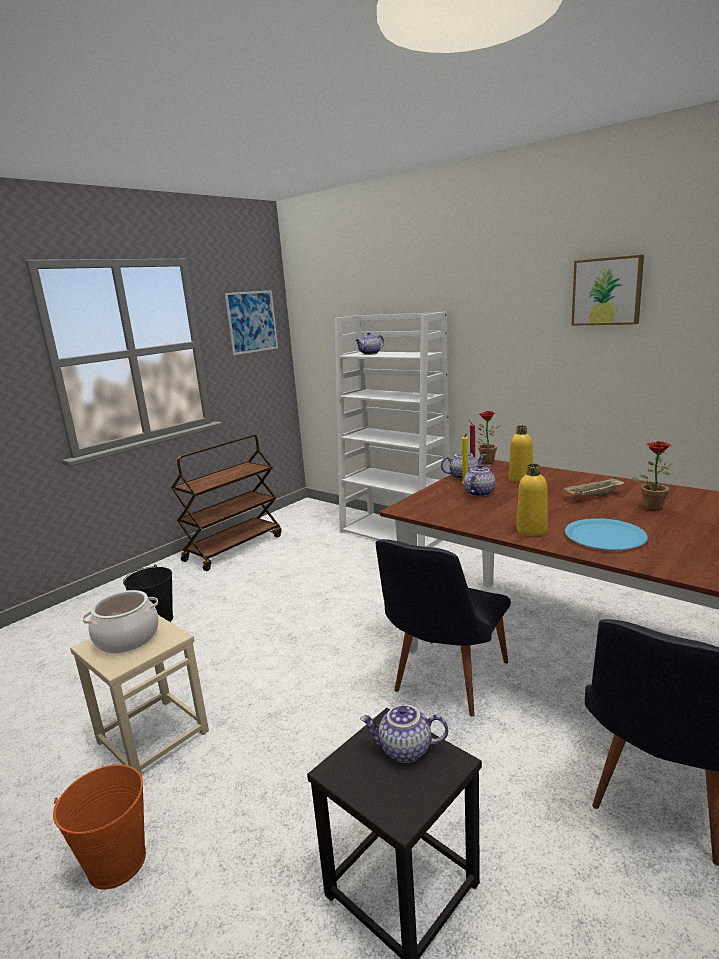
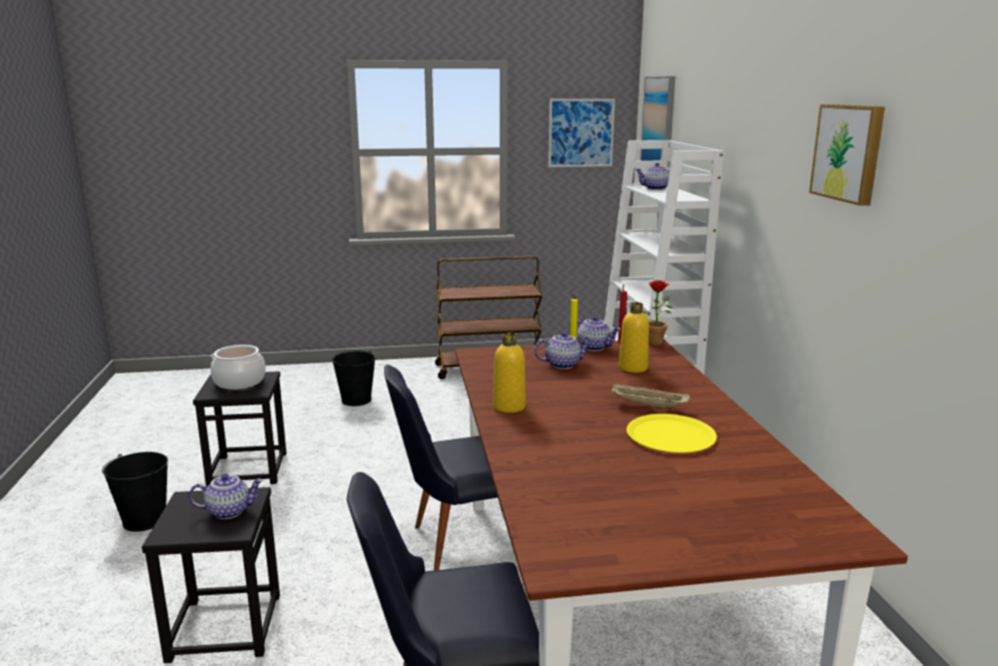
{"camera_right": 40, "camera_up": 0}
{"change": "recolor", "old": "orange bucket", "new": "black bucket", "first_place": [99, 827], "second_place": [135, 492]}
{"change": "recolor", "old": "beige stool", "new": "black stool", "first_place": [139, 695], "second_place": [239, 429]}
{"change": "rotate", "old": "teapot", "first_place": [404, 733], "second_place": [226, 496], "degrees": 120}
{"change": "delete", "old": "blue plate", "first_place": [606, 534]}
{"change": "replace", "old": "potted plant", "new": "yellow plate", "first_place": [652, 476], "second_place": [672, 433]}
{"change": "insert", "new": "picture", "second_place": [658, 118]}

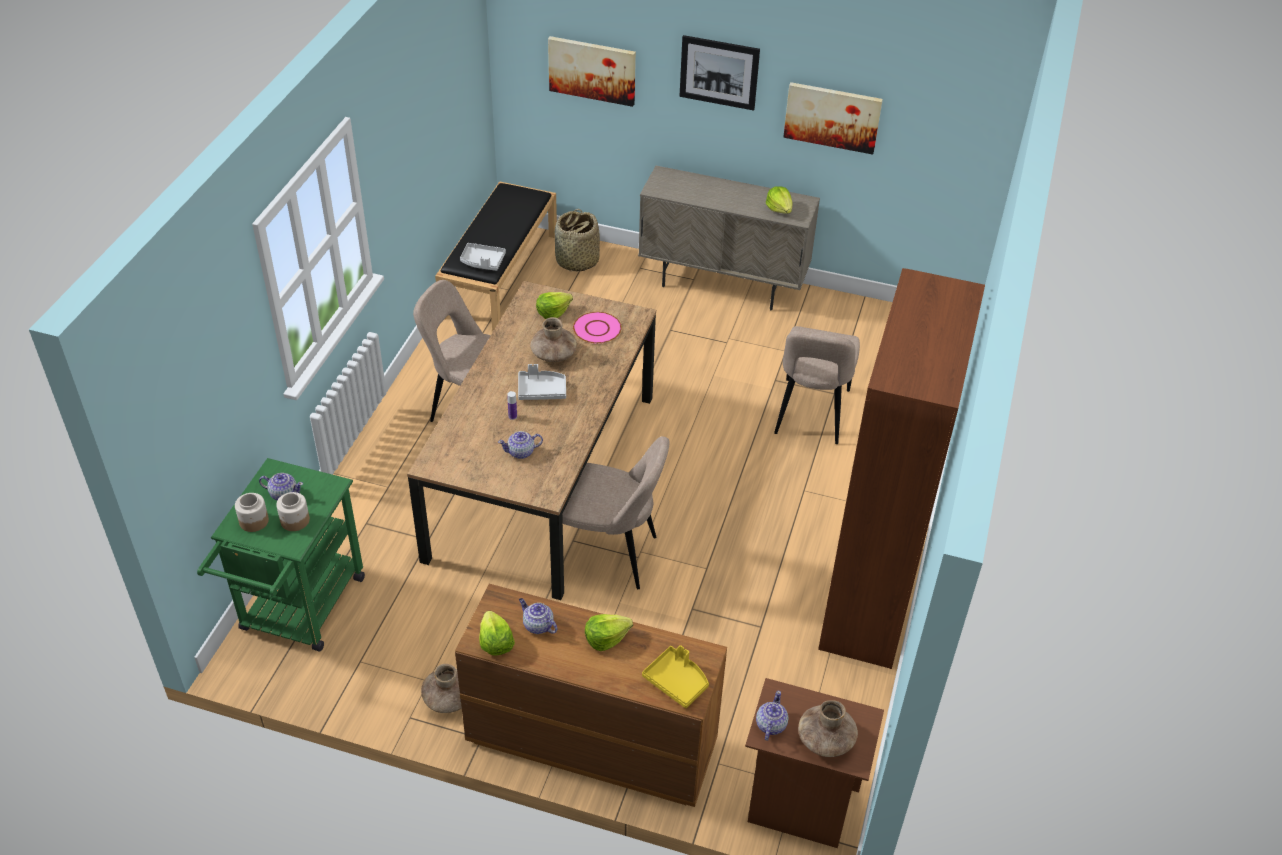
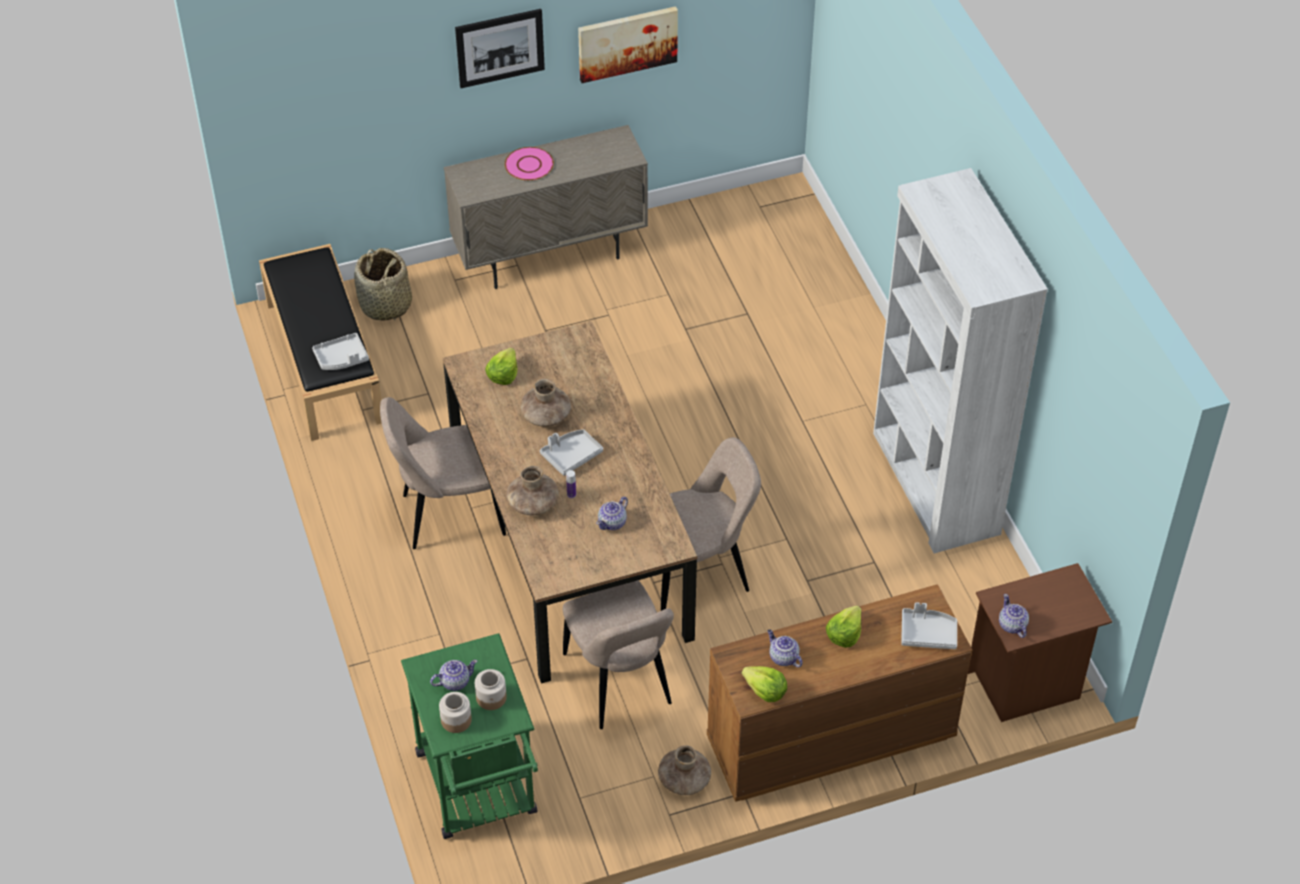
{"camera_right": -35, "camera_up": 5}
{"change": "rotate", "old": "teapot", "first_place": [538, 616], "second_place": [785, 648], "degrees": 45}
{"change": "delete", "old": "picture", "first_place": [592, 71]}
{"change": "move", "old": "pink plate", "first_place": [597, 328], "second_place": [529, 164]}
{"change": "recolor", "old": "yellow tray", "new": "grey tray", "first_place": [675, 676], "second_place": [929, 625]}
{"change": "delete", "old": "lettuce", "first_place": [779, 200]}
{"change": "move", "old": "beige chair", "first_place": [817, 385], "second_place": [618, 654]}
{"change": "move", "old": "brown vase", "first_place": [828, 728], "second_place": [533, 490]}
{"change": "recolor", "old": "brown bookcase", "new": "white bookcase", "first_place": [901, 468], "second_place": [960, 360]}

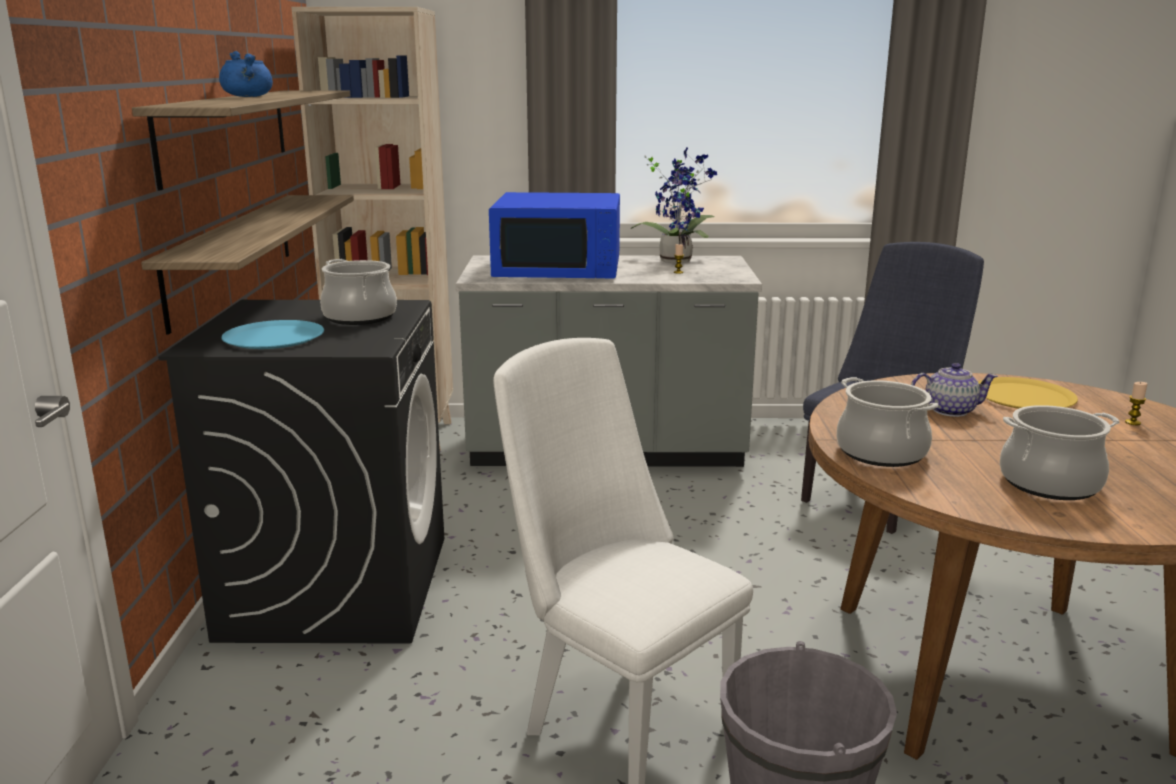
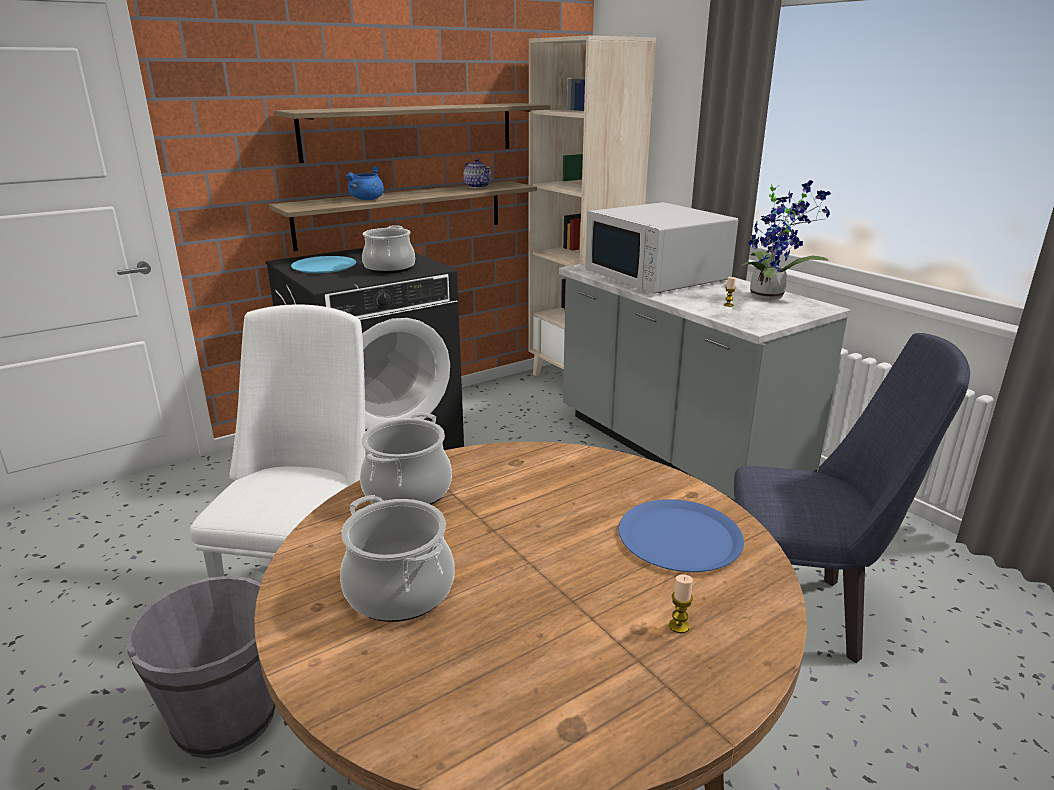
{"camera_right": 55, "camera_up": 5}
{"change": "move", "old": "blue cooking pot", "first_place": [246, 74], "second_place": [364, 183]}
{"change": "recolor", "old": "blue microwave", "new": "white microwave", "first_place": [554, 235], "second_place": [661, 248]}
{"change": "move", "old": "teapot", "first_place": [954, 390], "second_place": [477, 173]}
{"change": "recolor", "old": "yellow plate", "new": "blue plate", "first_place": [1028, 393], "second_place": [681, 535]}

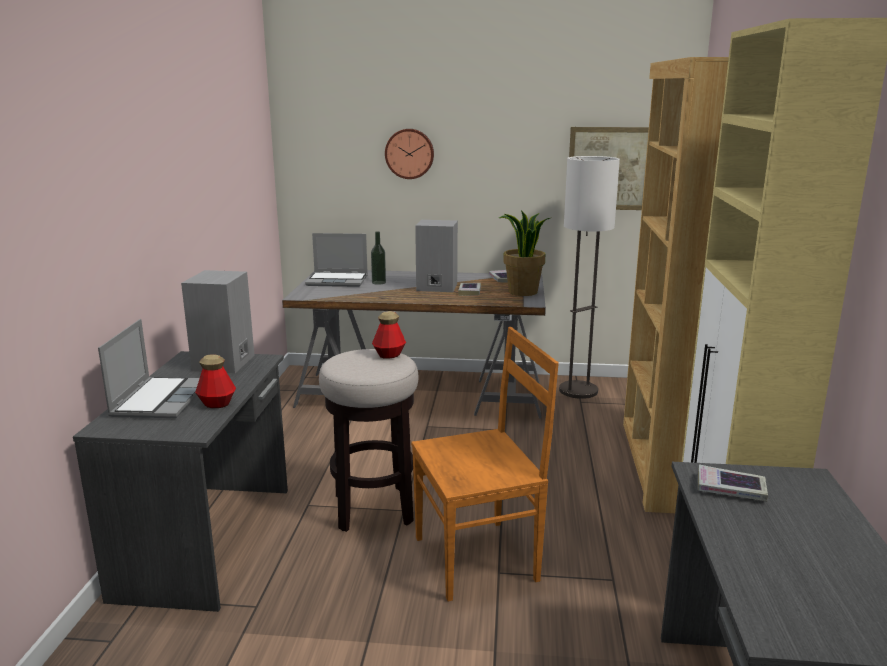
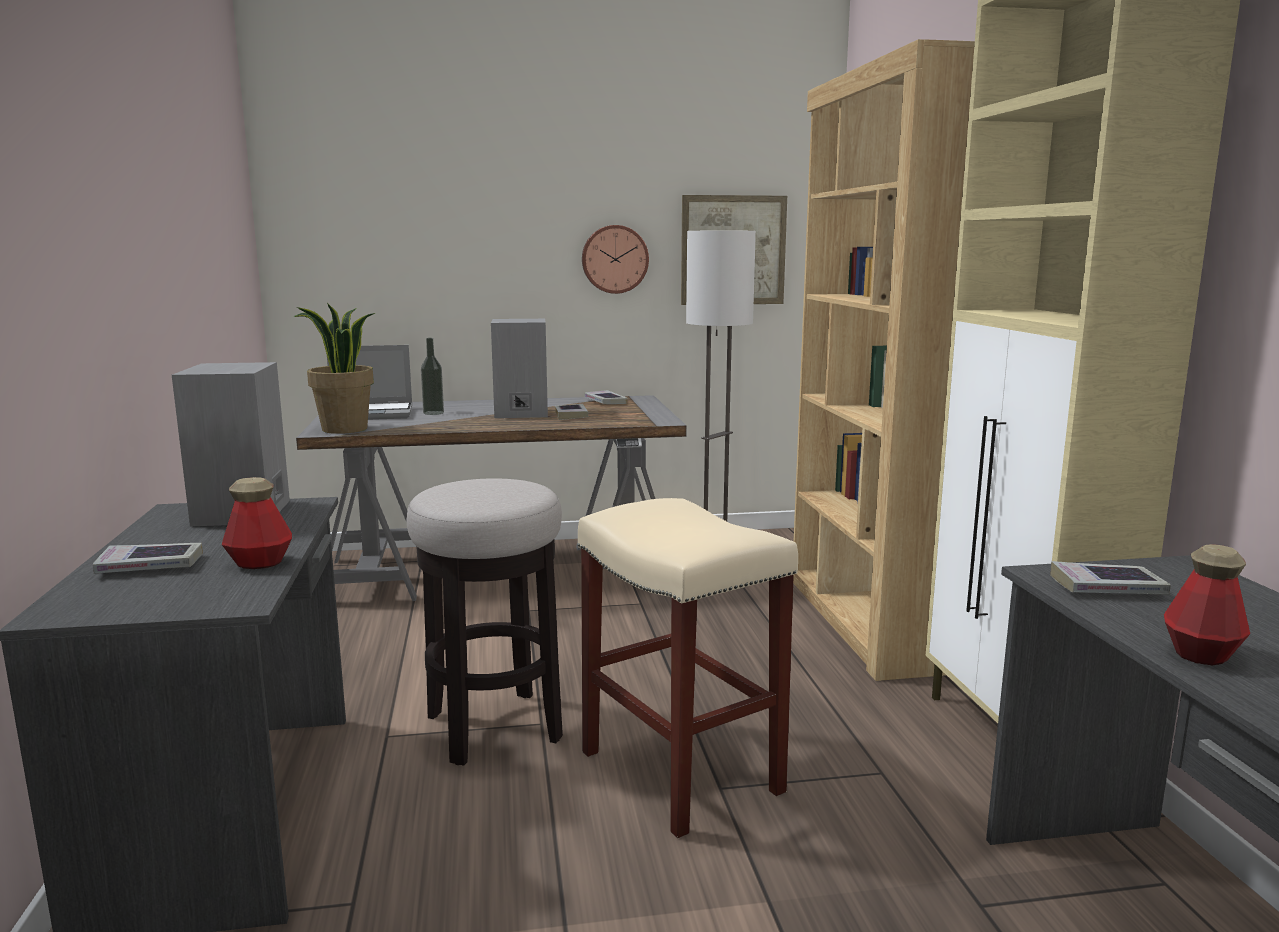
{"camera_right": -15, "camera_up": -5}
{"change": "replace", "old": "laptop", "new": "book", "first_place": [149, 368], "second_place": [148, 558]}
{"change": "move", "old": "bottle", "first_place": [389, 335], "second_place": [1207, 605]}
{"change": "move", "old": "wall clock", "first_place": [409, 154], "second_place": [615, 259]}
{"change": "replace", "old": "brown chair", "new": "beige stool", "first_place": [485, 464], "second_place": [687, 668]}
{"change": "move", "old": "potted plant", "first_place": [524, 253], "second_place": [334, 368]}

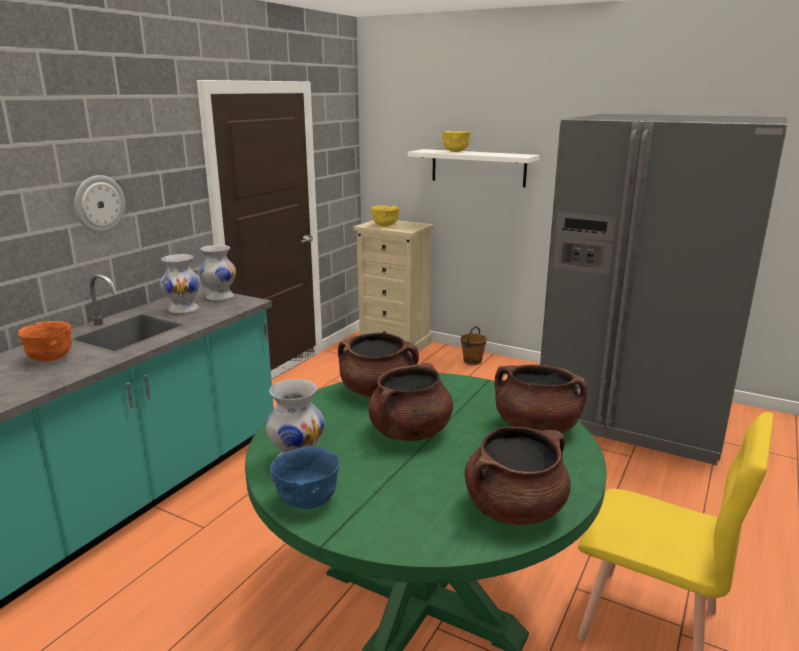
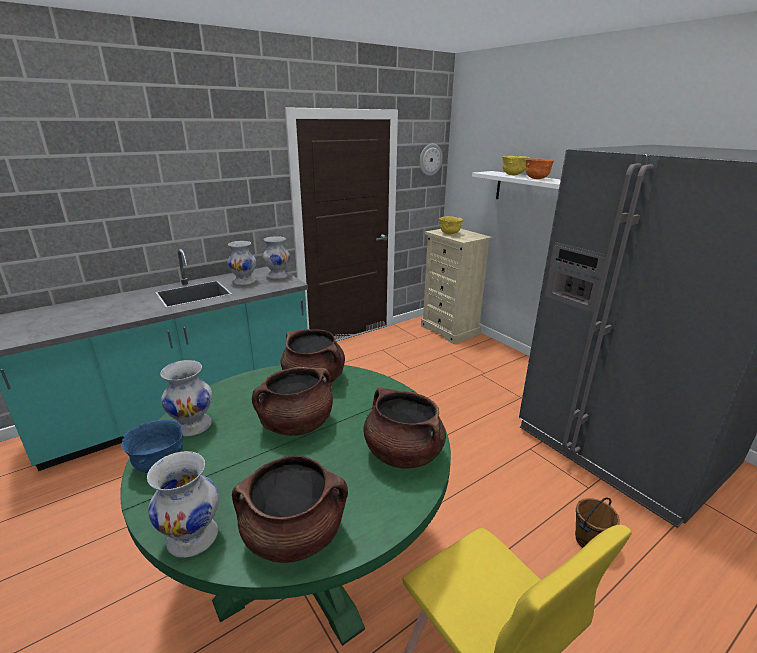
{"camera_right": 25, "camera_up": 5}
{"change": "move", "old": "orange bowl", "first_place": [45, 341], "second_place": [539, 168]}
{"change": "move", "old": "wall clock", "first_place": [99, 204], "second_place": [431, 160]}
{"change": "move", "old": "brown bucket", "first_place": [474, 345], "second_place": [597, 522]}
{"change": "insert", "new": "white vase", "second_place": [183, 504]}

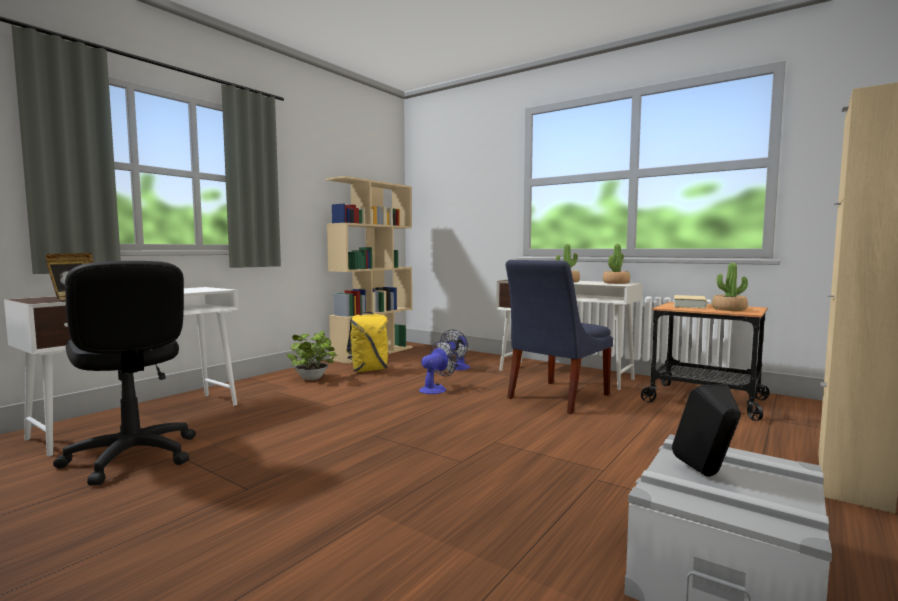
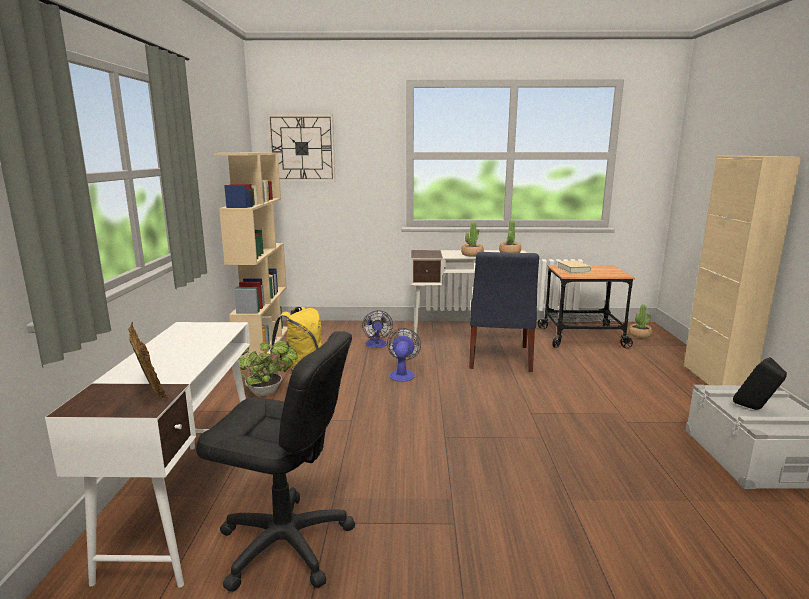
{"camera_right": -35, "camera_up": 10}
{"change": "move", "old": "potted plant", "first_place": [730, 287], "second_place": [640, 321]}
{"change": "insert", "new": "wall clock", "second_place": [301, 148]}

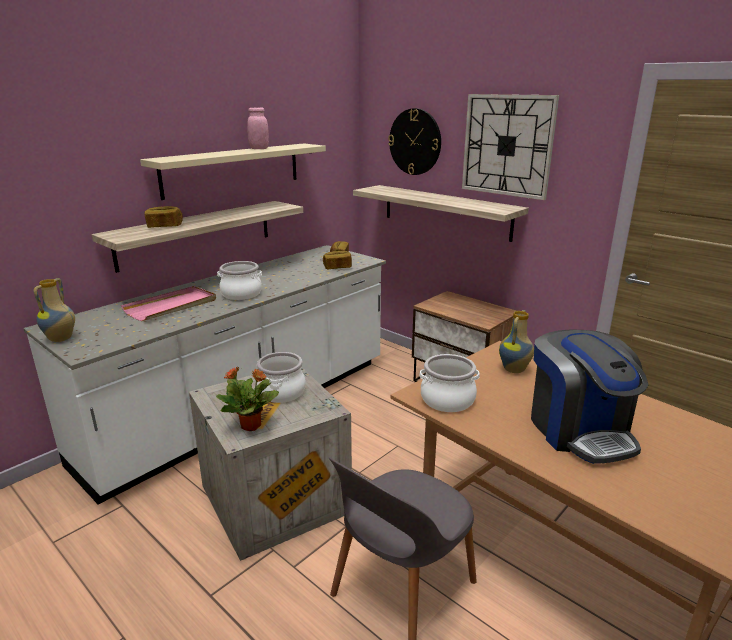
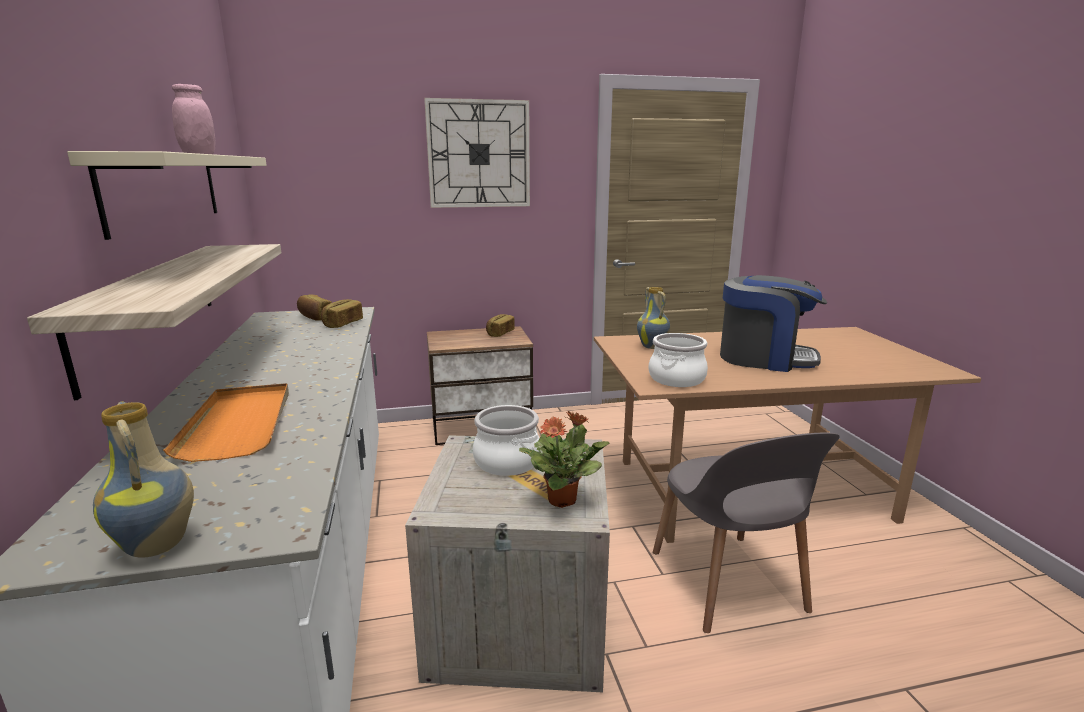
{"camera_right": -55, "camera_up": -5}
{"change": "recolor", "old": "pink tray", "new": "orange tray", "first_place": [168, 303], "second_place": [226, 422]}
{"change": "move", "old": "bread", "first_place": [164, 217], "second_place": [500, 325]}
{"change": "delete", "old": "cooking pot", "first_place": [239, 280]}
{"change": "delete", "old": "shelf", "first_place": [441, 213]}
{"change": "delete", "old": "wall clock", "first_place": [414, 141]}

